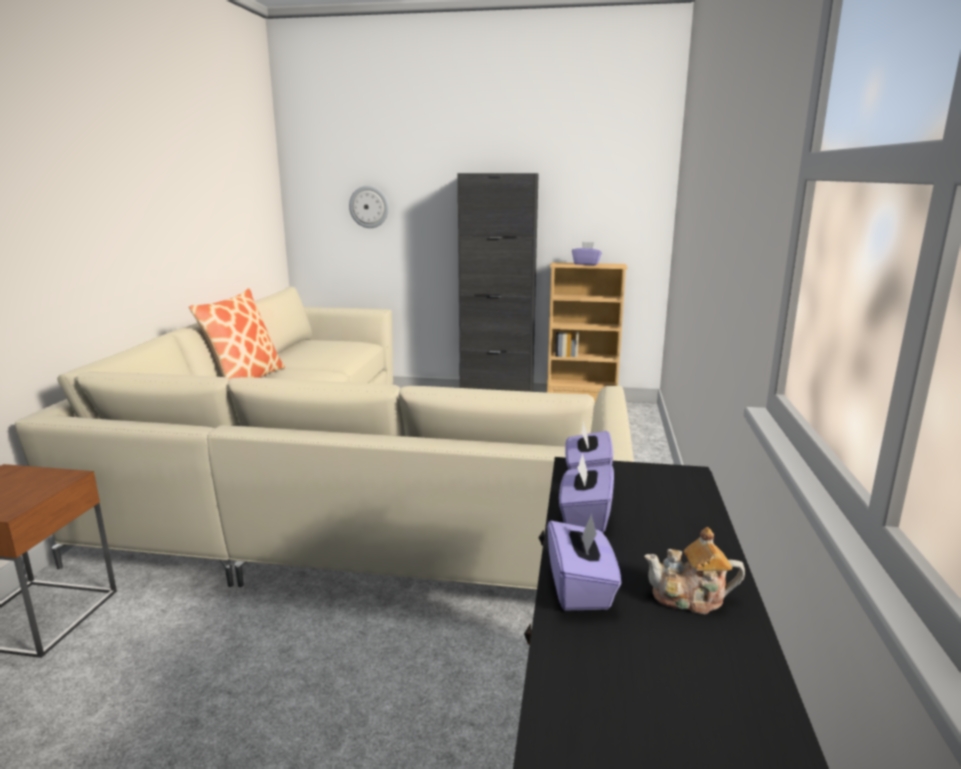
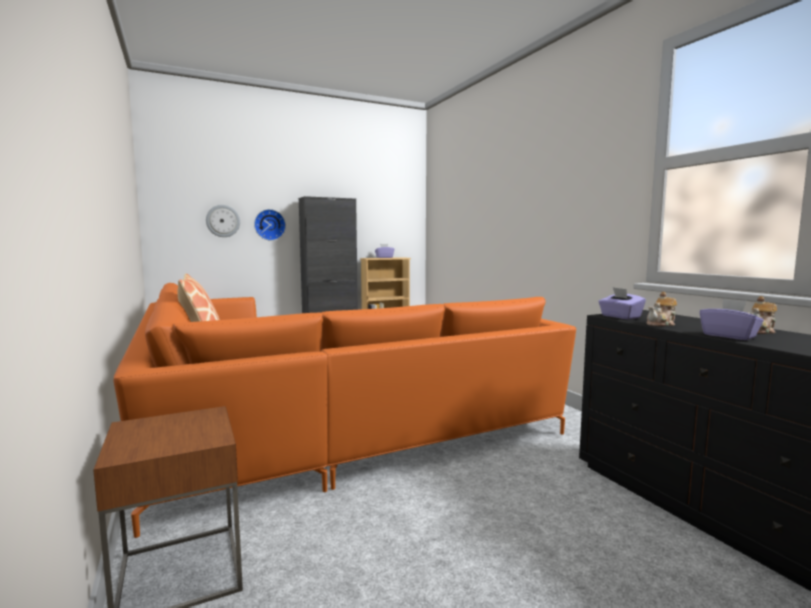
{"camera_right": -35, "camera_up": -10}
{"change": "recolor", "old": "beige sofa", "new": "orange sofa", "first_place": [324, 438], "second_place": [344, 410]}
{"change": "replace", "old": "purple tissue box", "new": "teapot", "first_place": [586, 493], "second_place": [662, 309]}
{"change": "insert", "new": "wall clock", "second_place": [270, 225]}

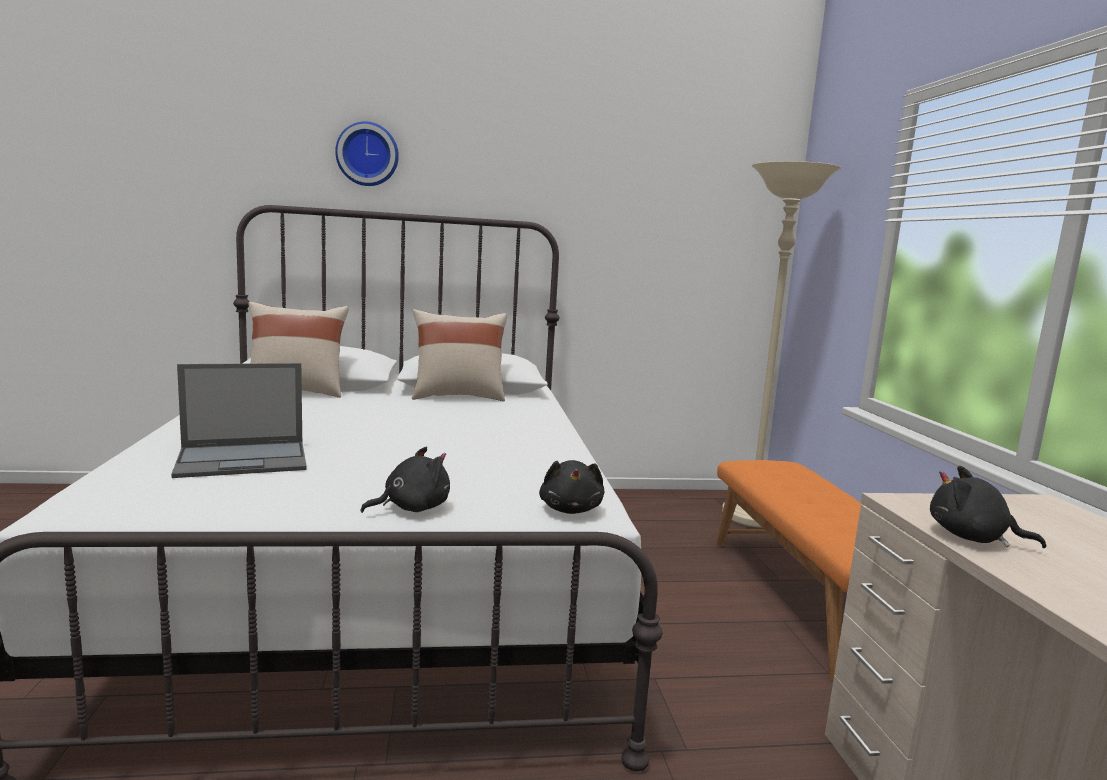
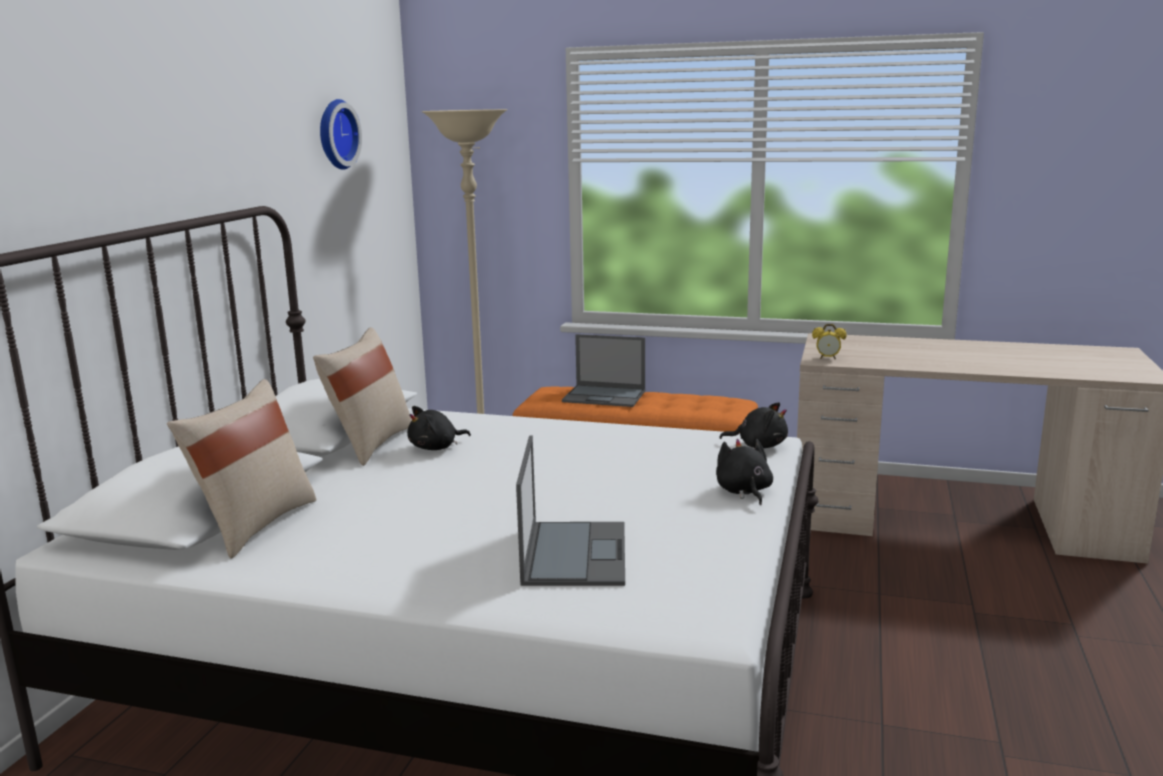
{"camera_right": -65, "camera_up": 5}
{"change": "move", "old": "wall clock", "first_place": [367, 154], "second_place": [341, 134]}
{"change": "move", "old": "black plush toy", "first_place": [988, 507], "second_place": [439, 428]}
{"change": "insert", "new": "laptop", "second_place": [603, 370]}
{"change": "insert", "new": "alarm clock", "second_place": [829, 342]}

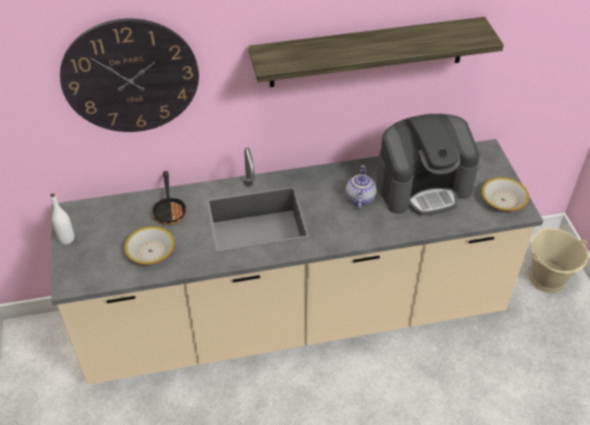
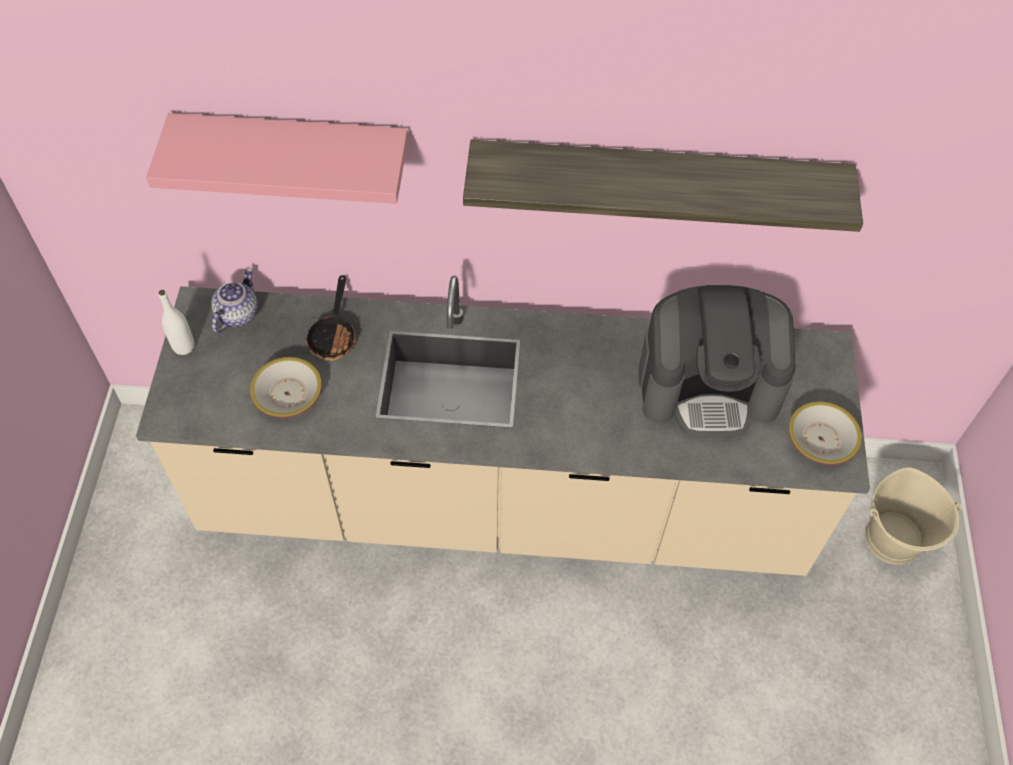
{"camera_right": 15, "camera_up": 10}
{"change": "replace", "old": "wall clock", "new": "pink shelf", "first_place": [129, 75], "second_place": [277, 158]}
{"change": "move", "old": "teapot", "first_place": [361, 187], "second_place": [234, 300]}

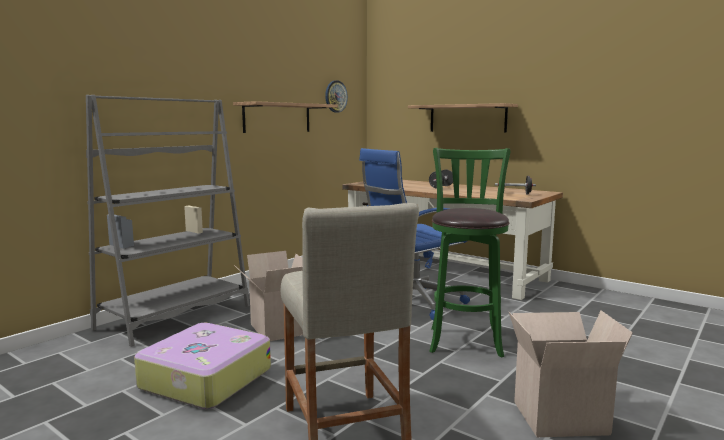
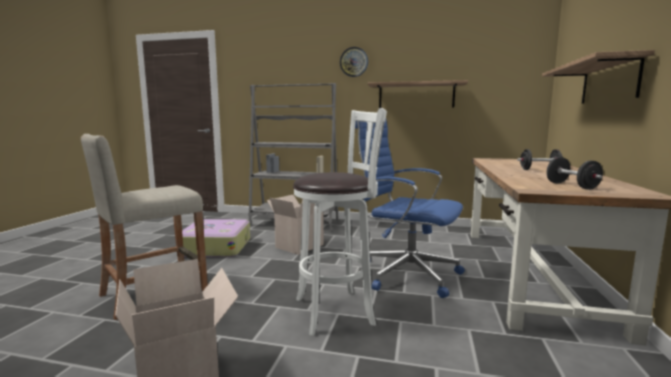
{"camera_right": 65, "camera_up": 0}
{"change": "move", "old": "wall clock", "first_place": [336, 96], "second_place": [354, 62]}
{"change": "recolor", "old": "green stool", "new": "white stool", "first_place": [469, 252], "second_place": [340, 222]}

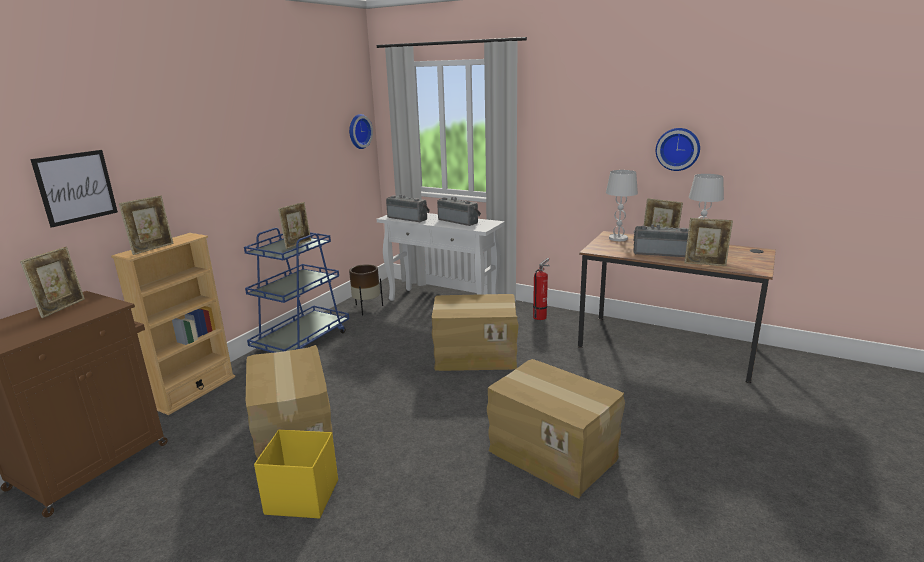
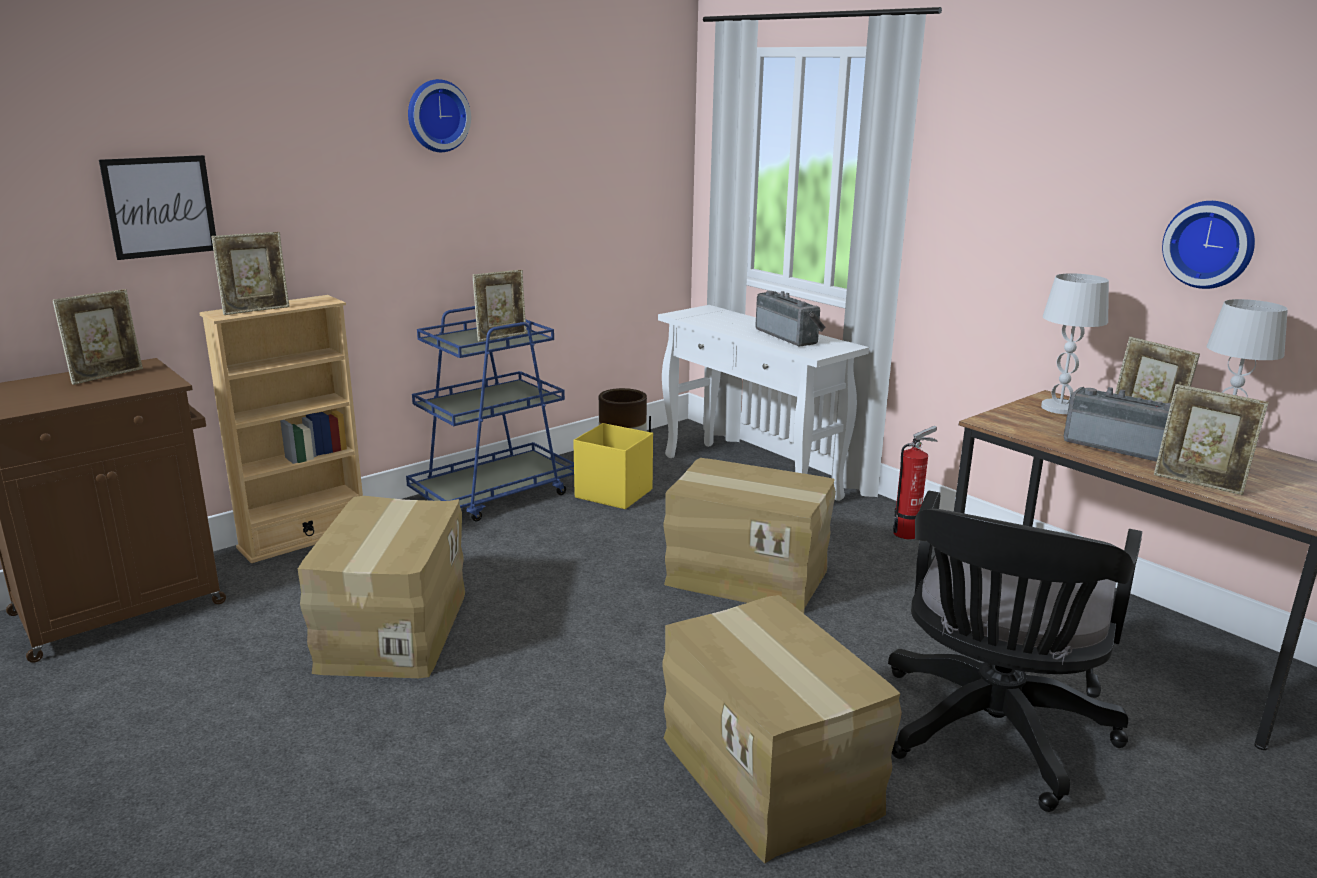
{"camera_right": 20, "camera_up": 0}
{"change": "move", "old": "yellow storage box", "first_place": [296, 474], "second_place": [613, 466]}
{"change": "move", "old": "wall clock", "first_place": [361, 131], "second_place": [439, 115]}
{"change": "delete", "old": "radio", "first_place": [408, 208]}
{"change": "insert", "new": "black office chair", "second_place": [1015, 651]}

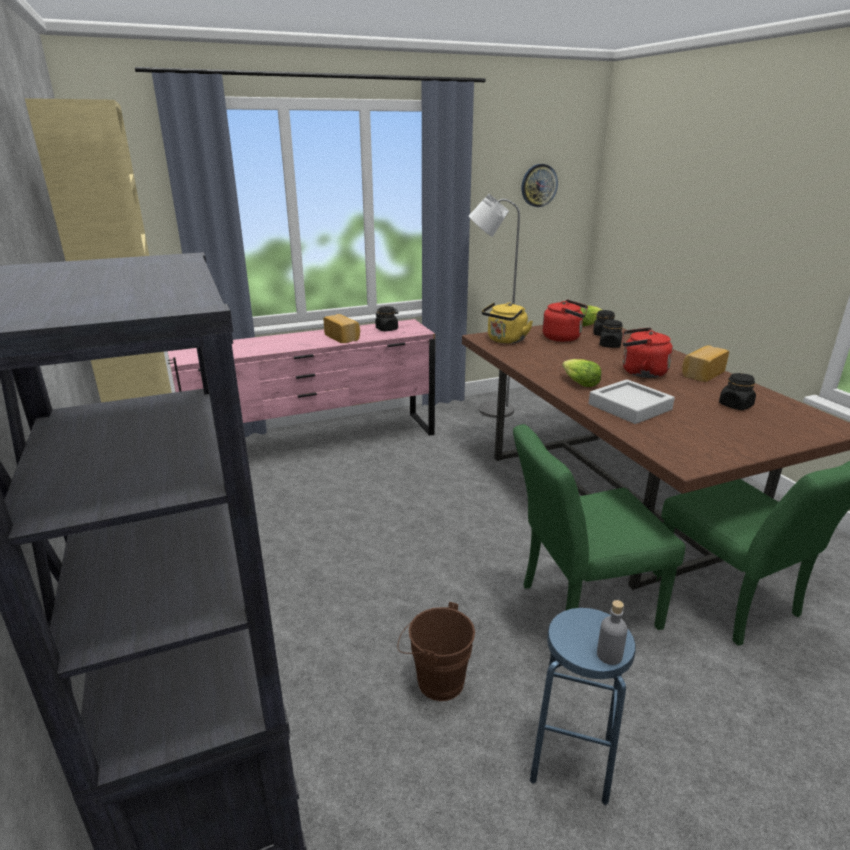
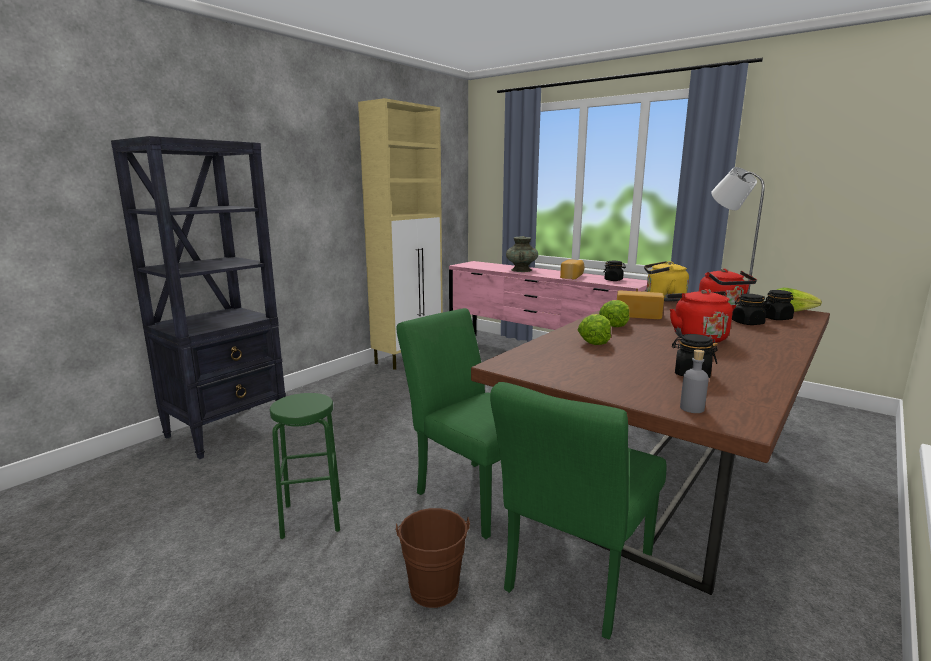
{"camera_right": 60, "camera_up": -10}
{"change": "move", "old": "brown bucket", "first_place": [436, 651], "second_place": [432, 558]}
{"change": "delete", "old": "wall clock", "first_place": [540, 185]}
{"change": "recolor", "old": "blue stool", "new": "green stool", "first_place": [583, 706], "second_place": [305, 466]}
{"change": "replace", "old": "grey tray", "new": "lettuce", "first_place": [632, 401], "second_place": [594, 329]}
{"change": "move", "old": "grey bottle", "first_place": [612, 632], "second_place": [694, 381]}
{"change": "move", "old": "bread", "first_place": [705, 363], "second_place": [640, 305]}
{"change": "insert", "new": "turquoise vase", "second_place": [522, 254]}

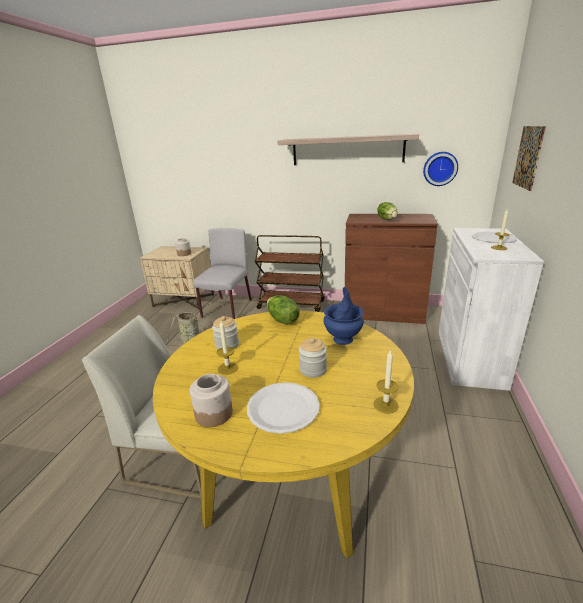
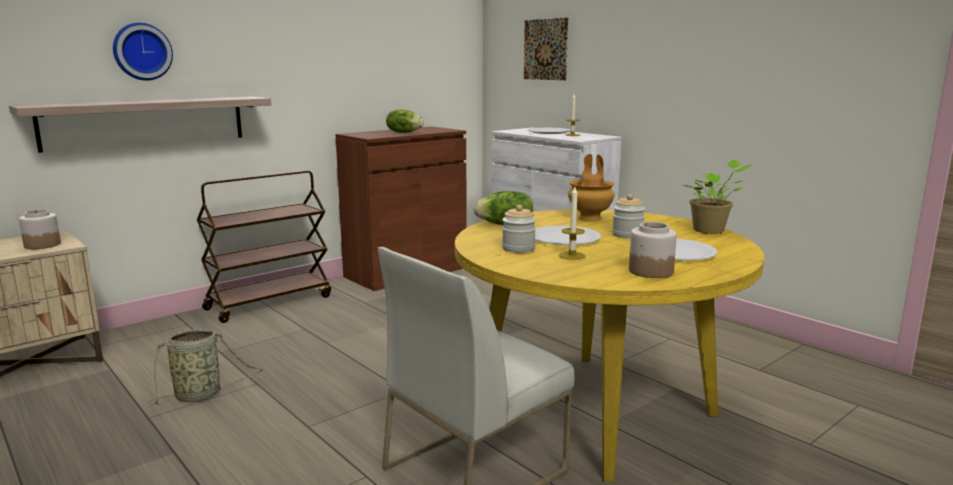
{"camera_right": -55, "camera_up": -10}
{"change": "delete", "old": "grey chair", "first_place": [222, 273]}
{"change": "move", "old": "shelf", "first_place": [348, 149], "second_place": [140, 124]}
{"change": "recolor", "old": "blue vase", "new": "brown vase", "first_place": [343, 316], "second_place": [591, 188]}
{"change": "replace", "old": "candle", "new": "potted plant", "first_place": [386, 381], "second_place": [717, 197]}
{"change": "move", "old": "wall clock", "first_place": [440, 169], "second_place": [143, 52]}
{"change": "insert", "new": "white plate", "second_place": [568, 235]}

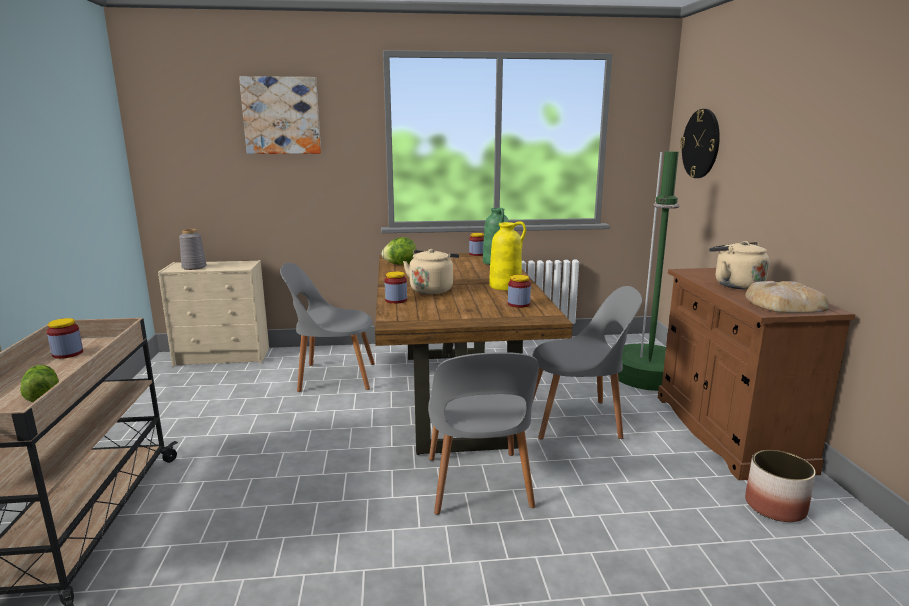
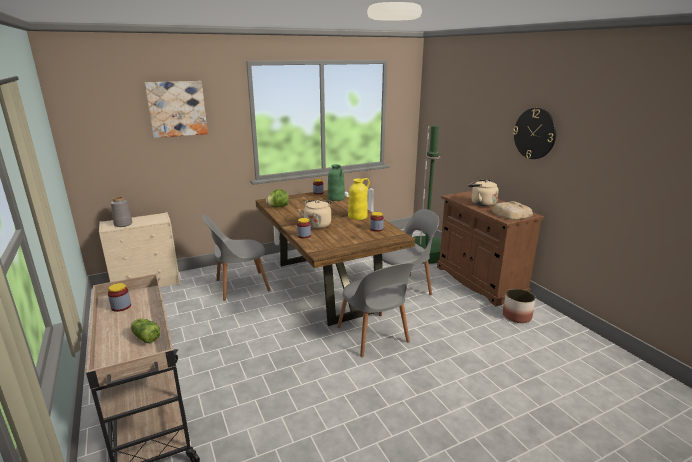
{"camera_right": -20, "camera_up": 5}
{"change": "move", "old": "wall clock", "first_place": [700, 143], "second_place": [534, 133]}

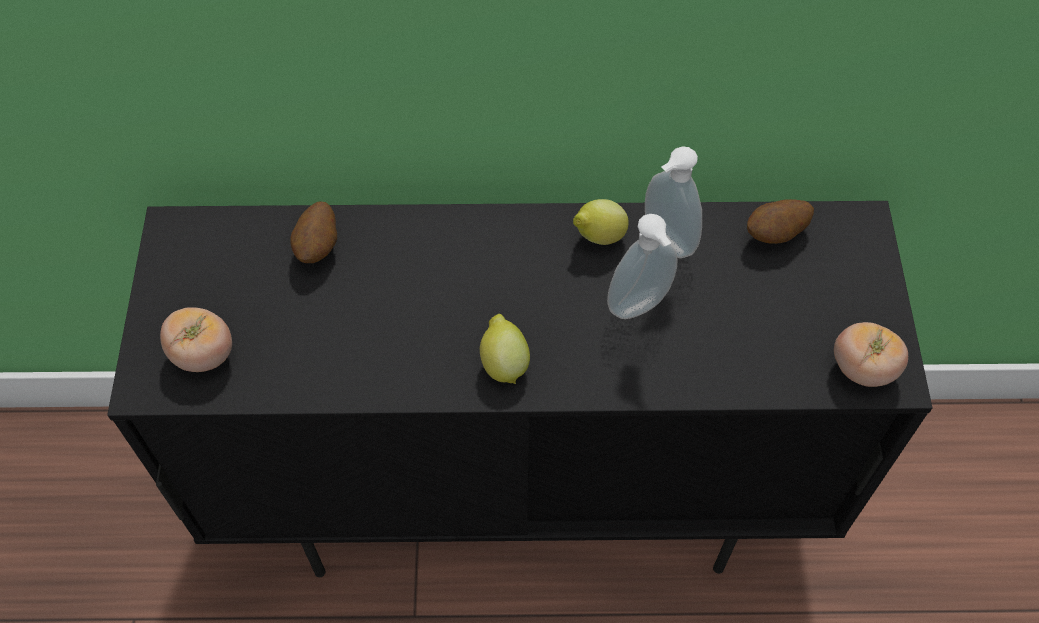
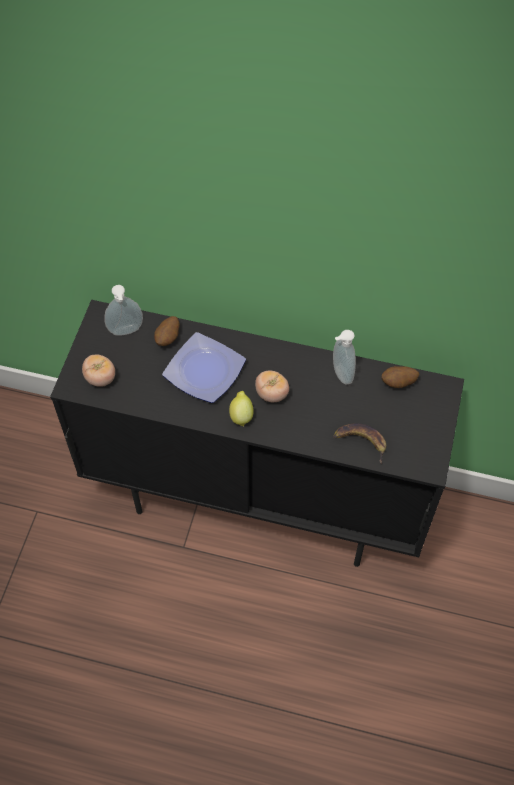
{"camera_right": 15, "camera_up": 0}
{"change": "delete", "old": "lemon", "first_place": [601, 222]}
{"change": "move", "old": "soap dispenser", "first_place": [642, 266], "second_place": [123, 310]}
{"change": "move", "old": "tomato", "first_place": [871, 354], "second_place": [272, 386]}
{"change": "insert", "new": "plate", "second_place": [204, 367]}
{"change": "insert", "new": "banana", "second_place": [359, 443]}

